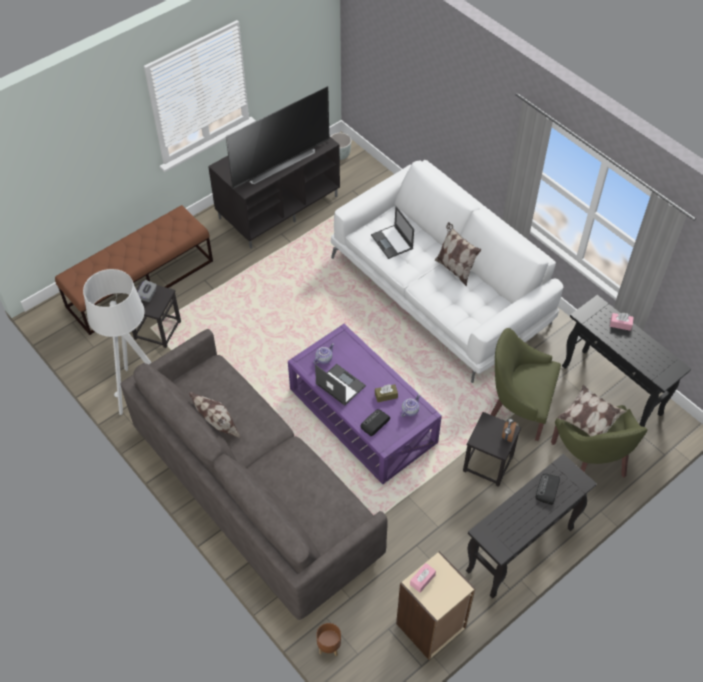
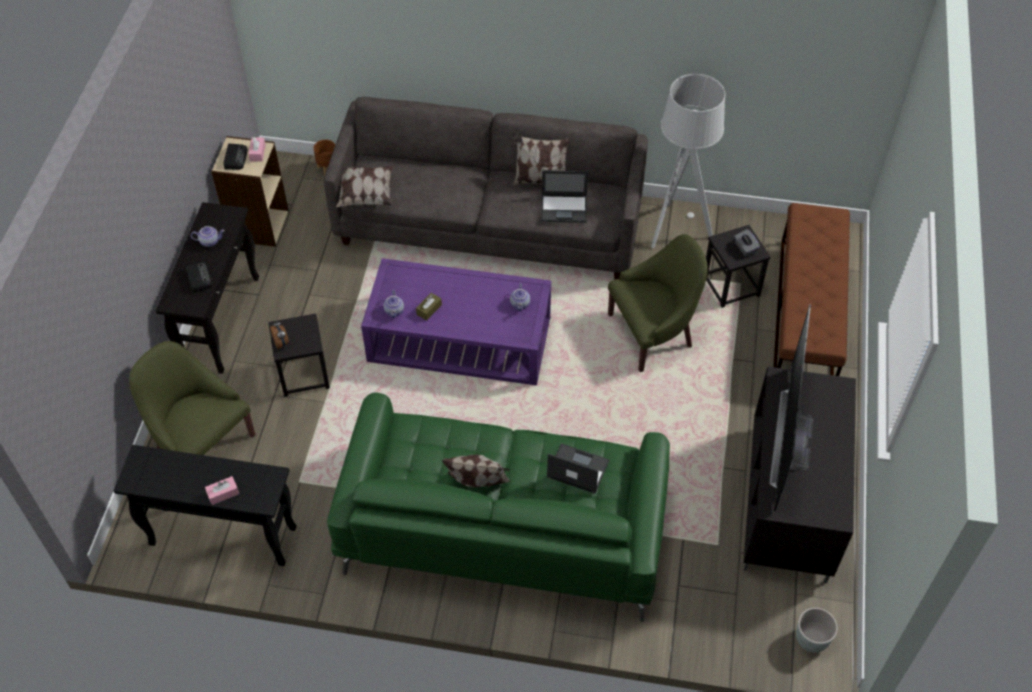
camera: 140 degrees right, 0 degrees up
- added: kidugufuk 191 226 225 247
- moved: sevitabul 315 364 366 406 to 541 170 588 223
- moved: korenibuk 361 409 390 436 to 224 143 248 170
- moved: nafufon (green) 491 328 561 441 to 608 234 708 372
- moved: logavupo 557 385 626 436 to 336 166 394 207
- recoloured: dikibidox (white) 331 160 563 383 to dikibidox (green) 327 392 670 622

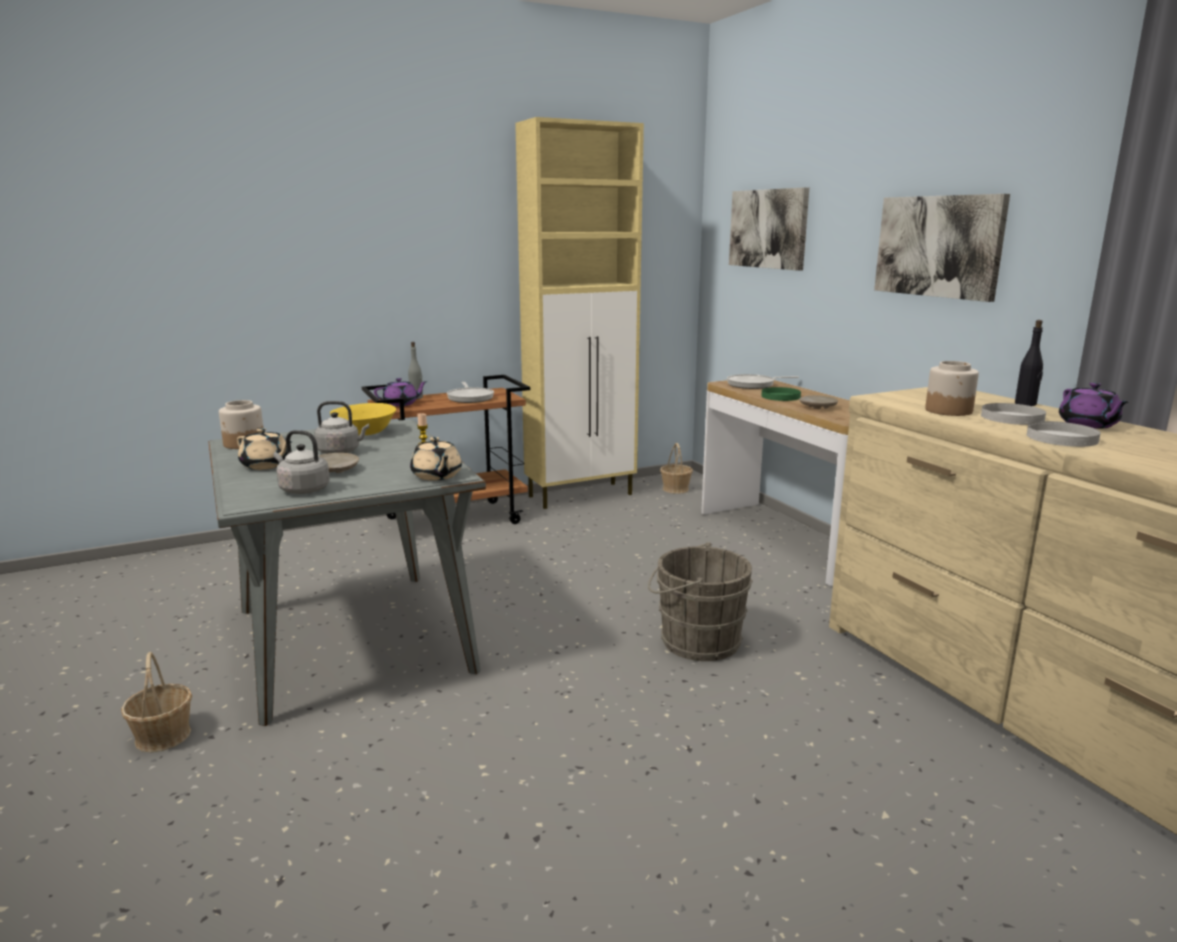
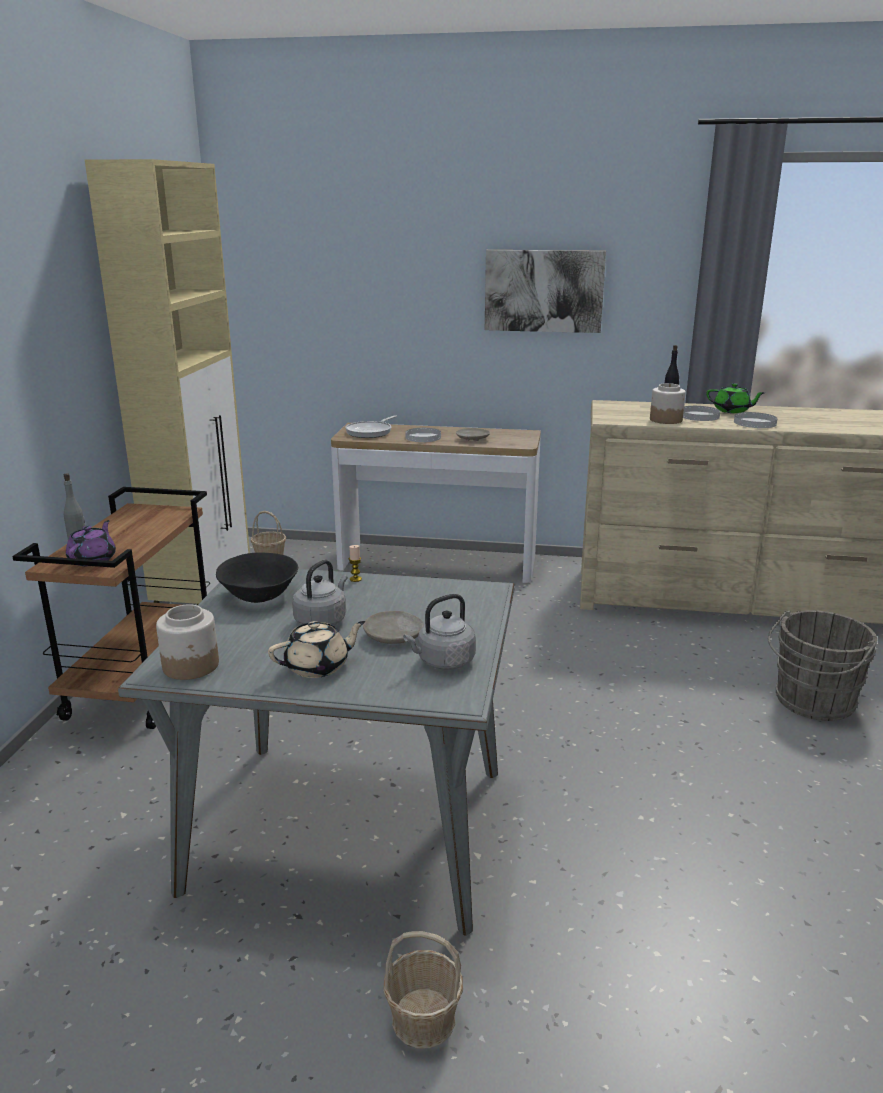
camera: 55 degrees left, 5 degrees up
- removed: kidugufuk (beige) 410 437 462 481
- removed: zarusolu 447 382 494 403
- removed: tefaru 729 187 809 271
- moved: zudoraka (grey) 648 542 753 661 to 768 610 877 721
- recoloured: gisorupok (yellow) 330 403 396 435 to gisorupok (black) 216 553 298 603
- recoloured: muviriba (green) 762 387 801 401 to muviriba (white) 405 428 441 442
- recoloured: kidugufuk (purple) 1059 383 1128 429 to kidugufuk (green) 706 383 765 413

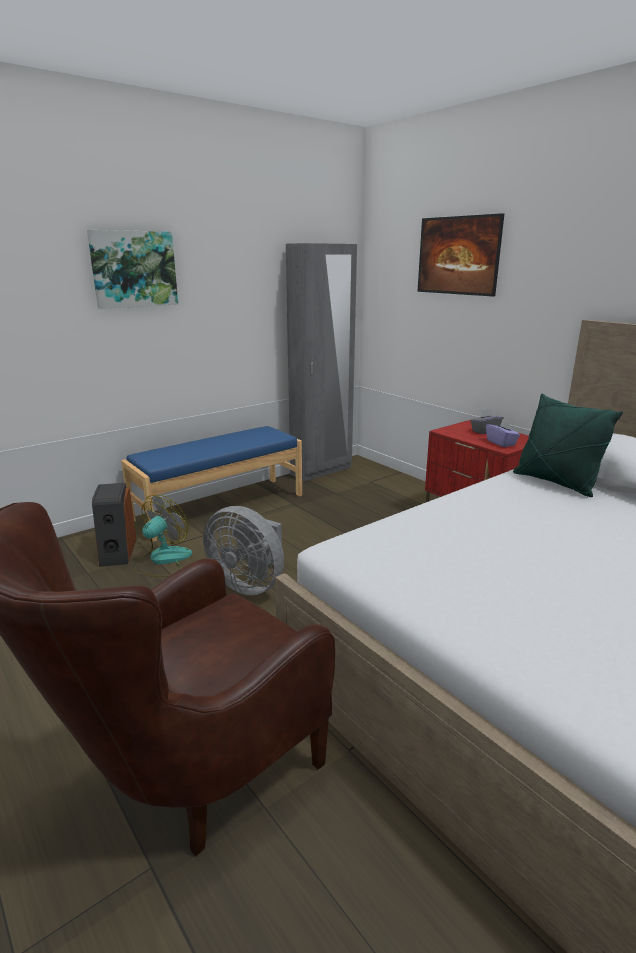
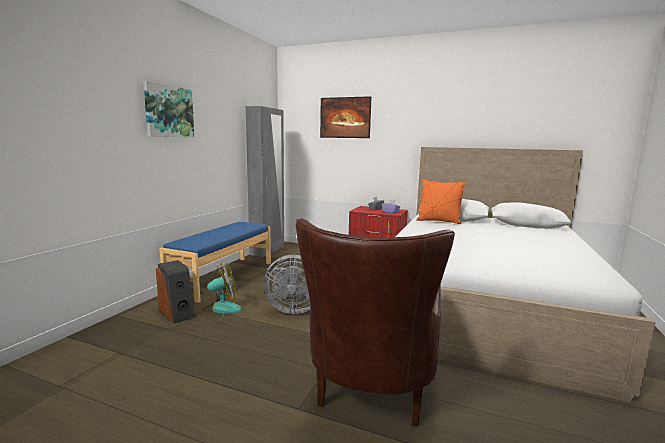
camera: 30 degrees left, 10 degrees down
- recoloured: logavupo (green) 513 393 623 497 to logavupo (orange) 416 179 466 224
- turned: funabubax 135 495 192 577 = 197 263 242 322 60 degrees clockwise

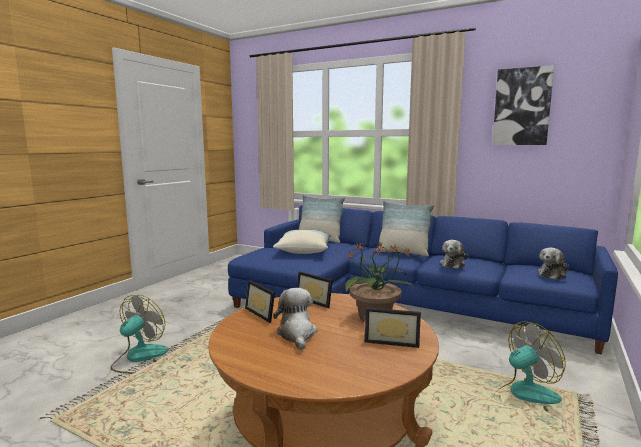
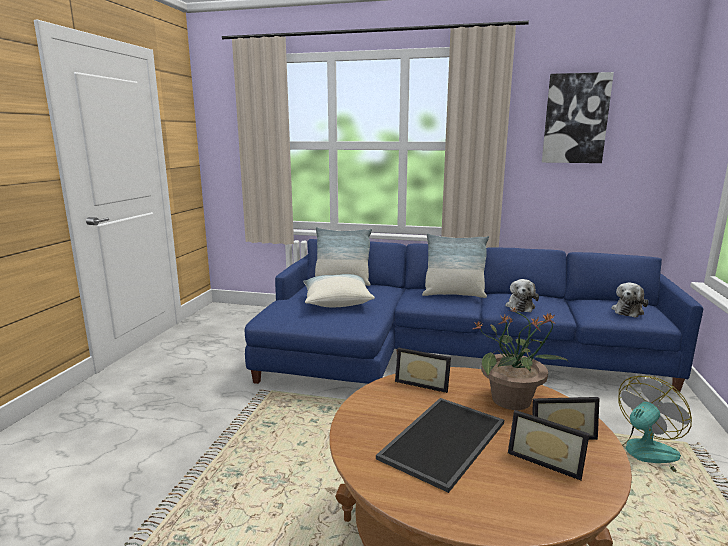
camera: 15 degrees left, 5 degrees up
- removed: funabubax 111 295 168 374
- moved: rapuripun 245 280 275 323 to 508 410 589 481
- replaced: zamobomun 273 288 318 350 to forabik 376 398 504 493

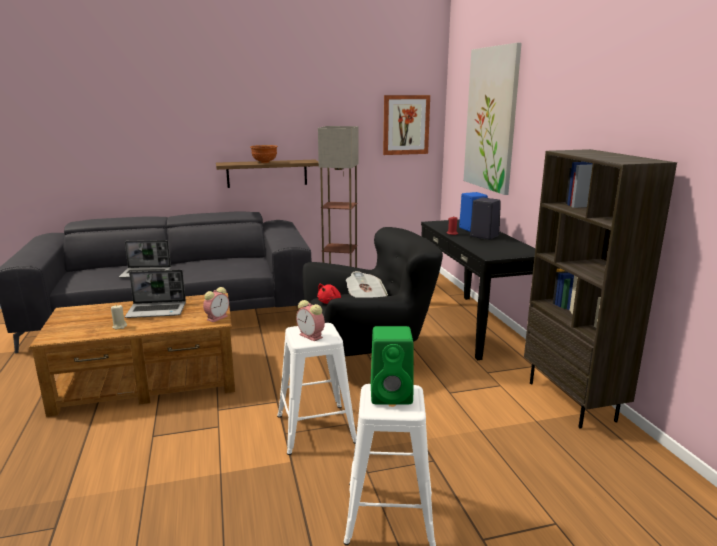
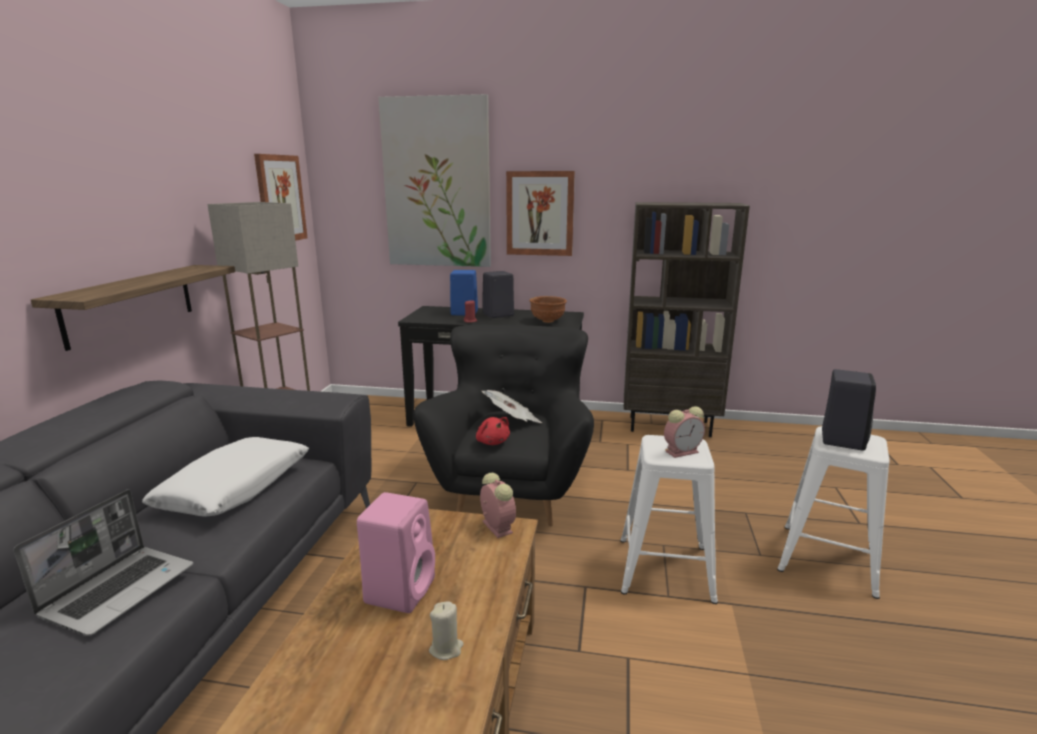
camera: 65 degrees left, 0 degrees up
- added: logavupo (white) 142 437 309 517
- added: tefaru 506 171 575 256
- moved: gisorupok (brown) 250 145 278 163 to 529 296 567 323
- replaced: sevitabul 125 270 186 318 to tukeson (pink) 357 492 435 613
- recoloured: tukeson (green) 371 326 414 405 to tukeson (black) 822 369 876 451

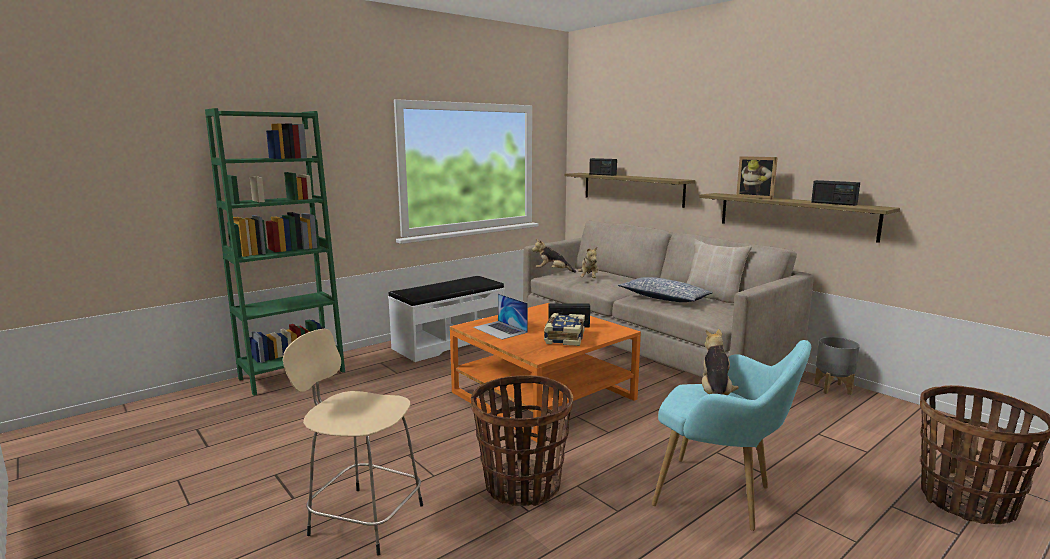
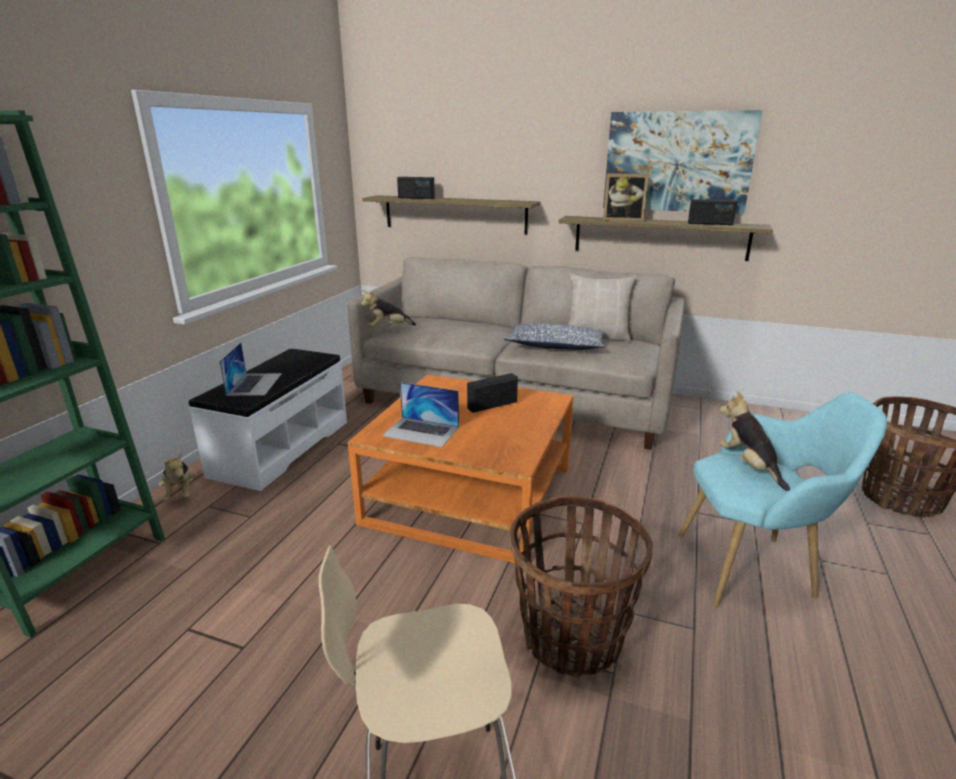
camera: 30 degrees left, 10 degrees up
- removed: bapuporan 544 313 585 346
- removed: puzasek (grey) 814 337 860 395
- added: sevitabul 220 342 282 396
- added: tefaru 603 110 763 214
- moved: zamobomun 578 246 598 278 to 159 453 193 501

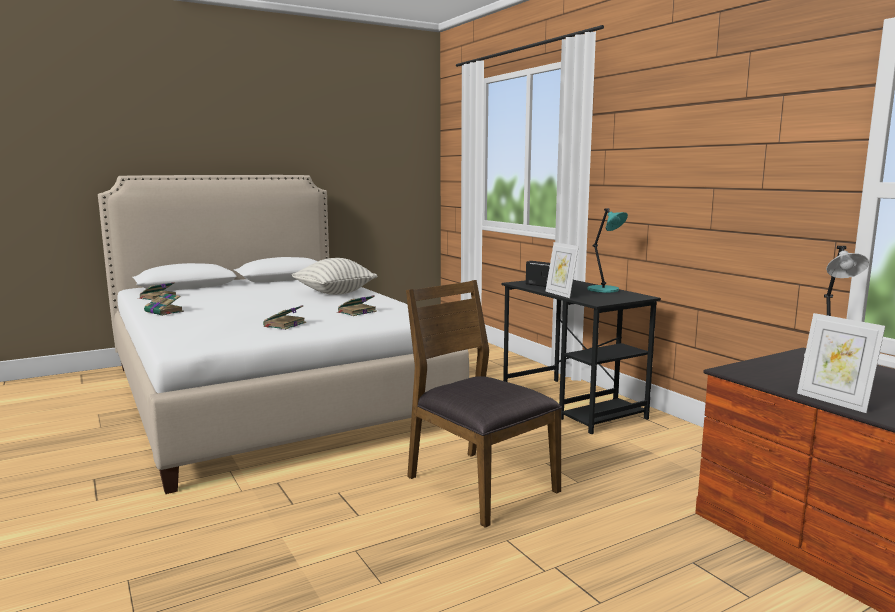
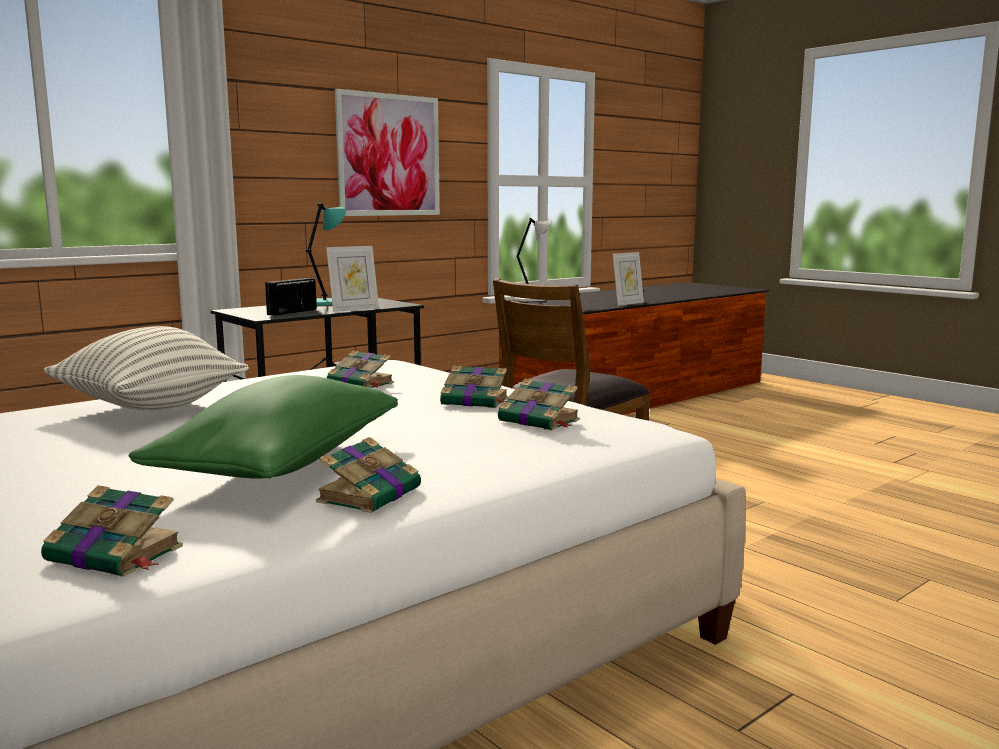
camera: 100 degrees left, 0 degrees up
- added: logavupo (green) 128 375 398 479
- added: tefaru 335 89 440 216
- added: bapuporan 498 379 580 430

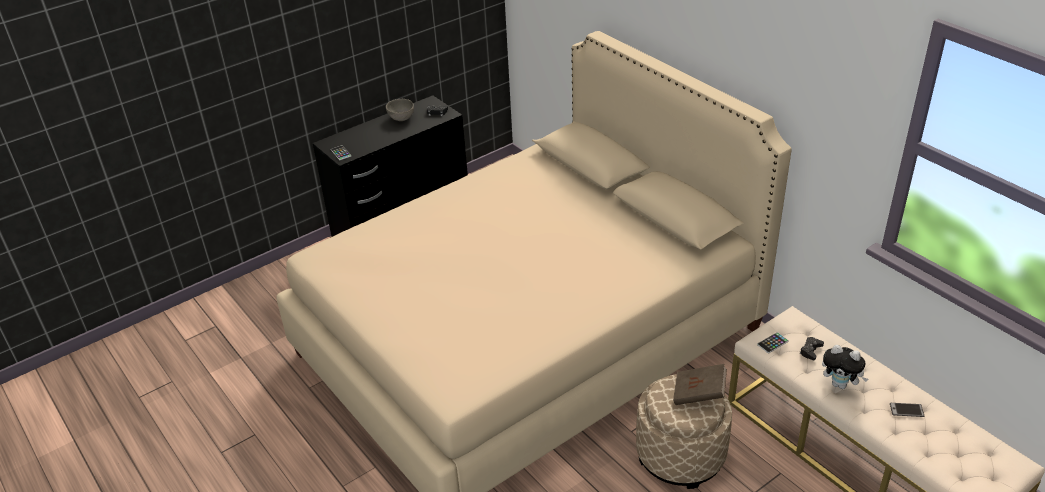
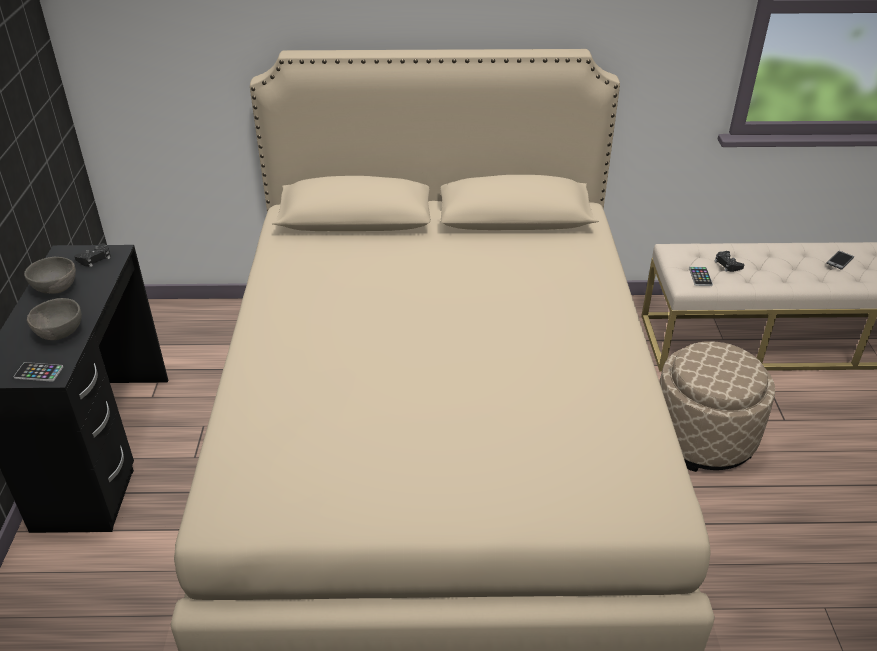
camera: 55 degrees left, 0 degrees up
- removed: bapuporan (brown) 673 364 727 405
- removed: zamobomun 822 345 868 389
- added: gisorupok (grey) 27 298 82 340

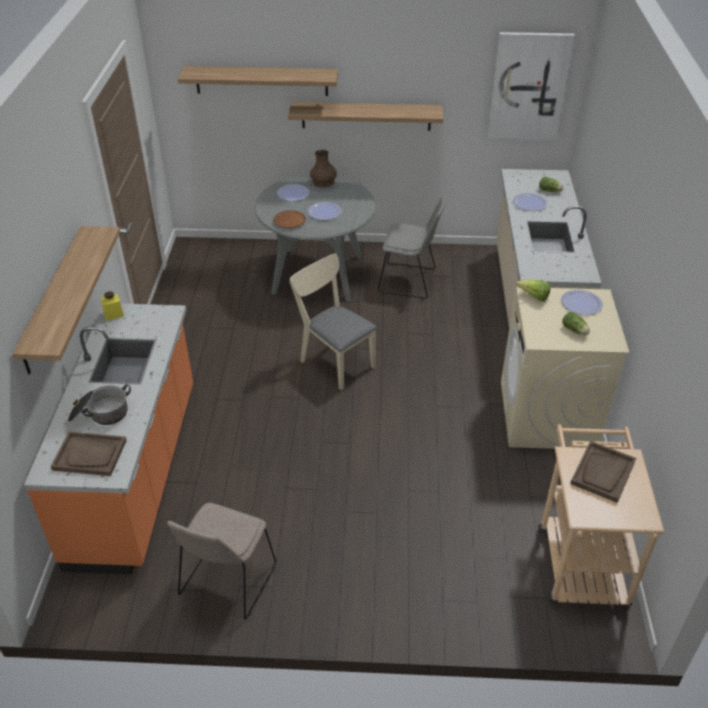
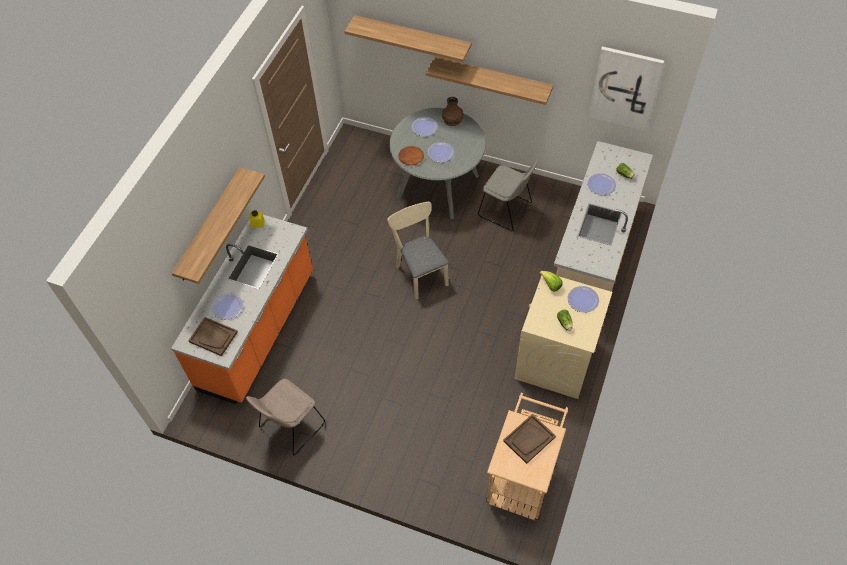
camera: 20 degrees right, 15 degrees up
- replaced: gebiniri 68 384 131 425 to muviriba 212 293 243 320

